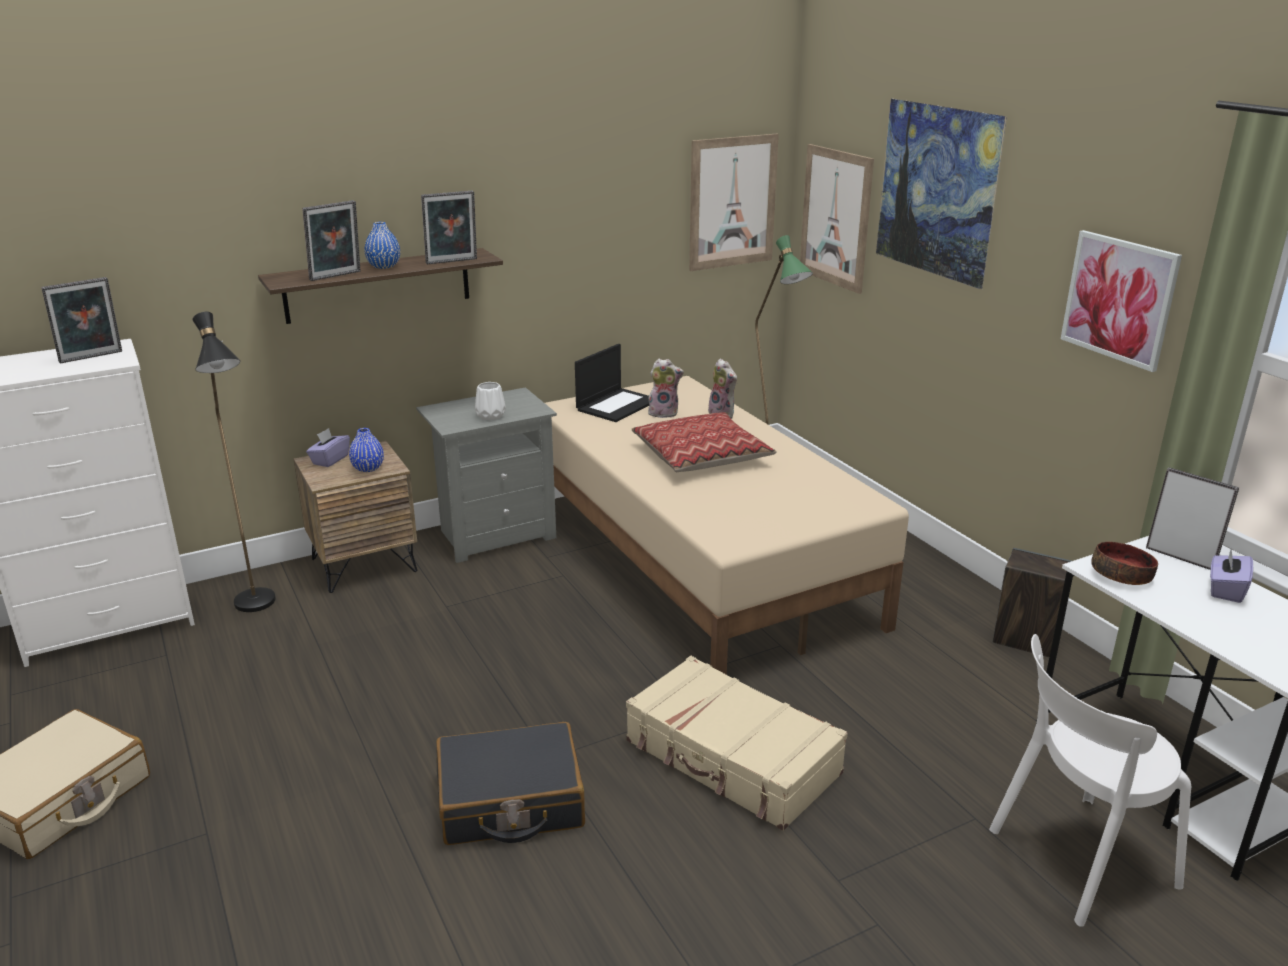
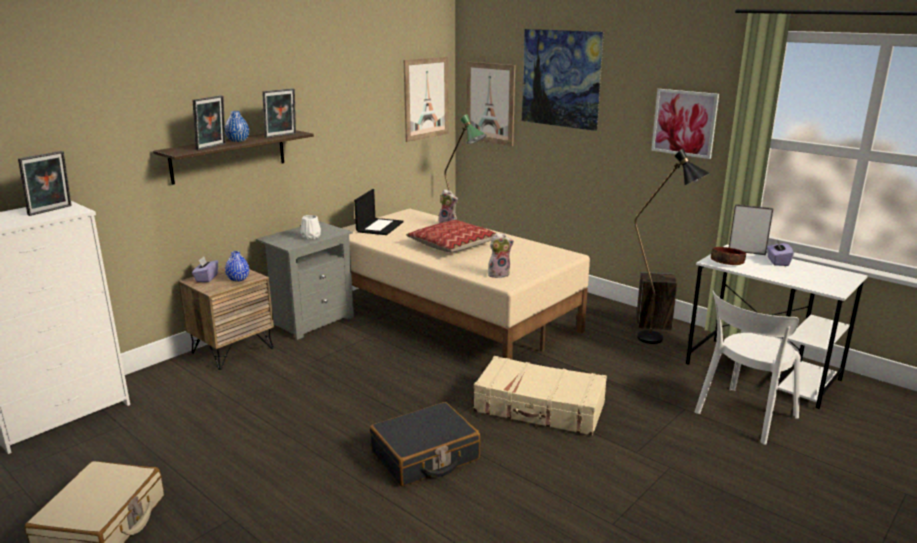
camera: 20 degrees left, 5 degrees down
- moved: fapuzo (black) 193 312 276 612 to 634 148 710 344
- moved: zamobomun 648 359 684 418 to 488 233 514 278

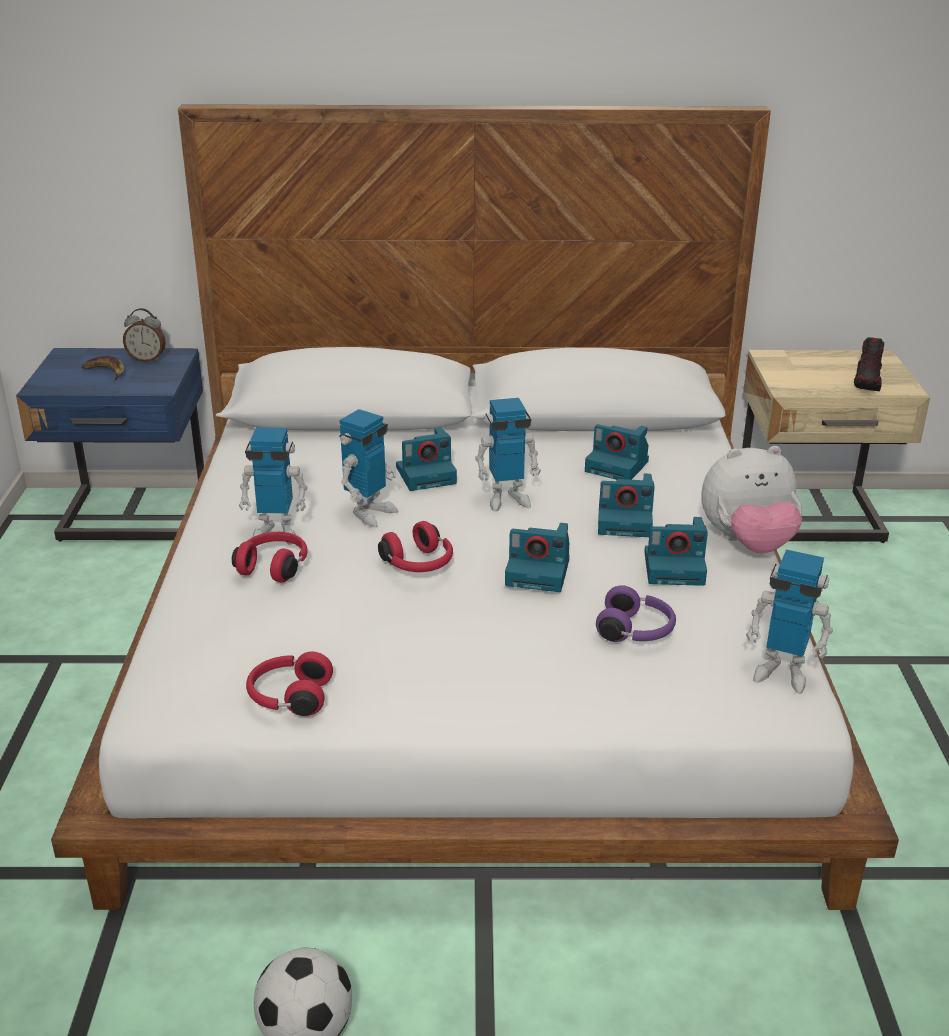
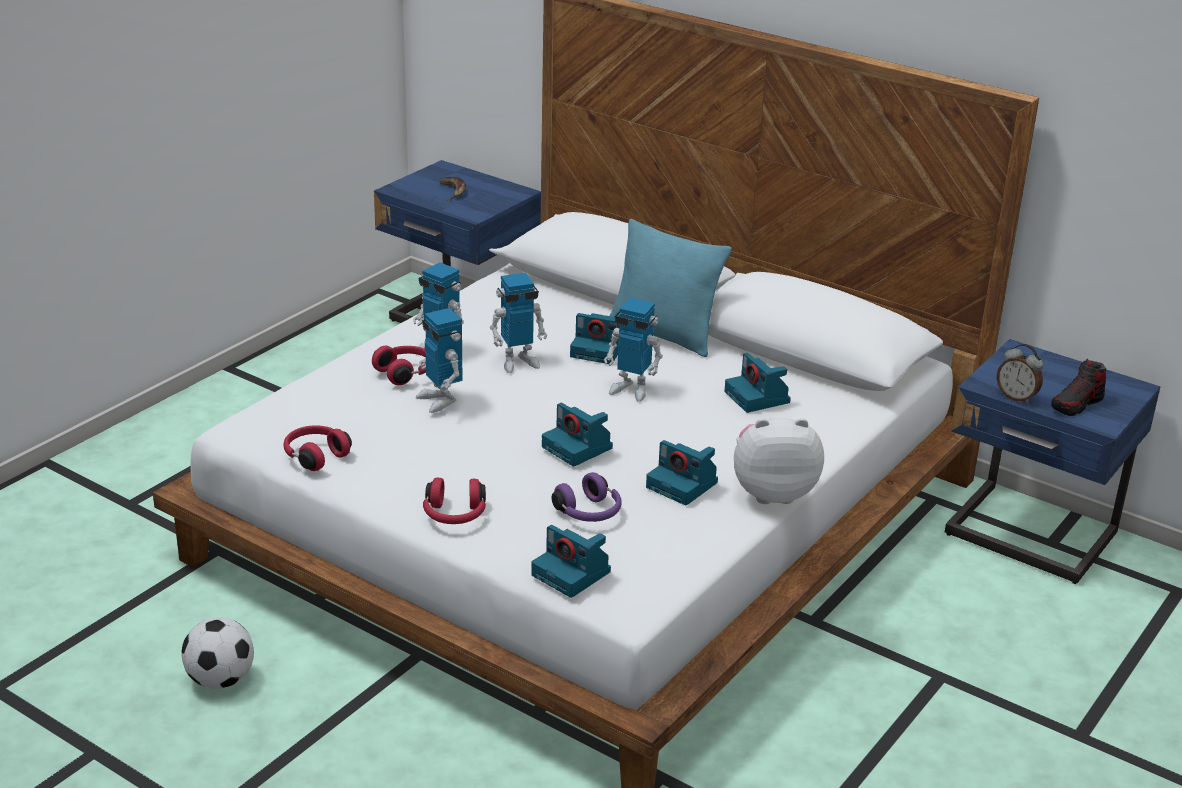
camera: 35 degrees right, 0 degrees up
- added: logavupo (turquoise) 610 219 732 357
- moved: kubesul 123 308 166 362 to 997 344 1043 404
- moved: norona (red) 378 521 453 572 to 423 478 486 524
- moved: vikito 598 473 655 537 to 531 525 611 598
- moved: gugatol 746 549 833 693 to 416 308 463 413
- recoloured: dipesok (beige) 742 350 930 543 to dipesok (blue) 945 339 1161 584
- turned: zamobomun 701 446 802 553 = 734 417 824 504 150 degrees clockwise

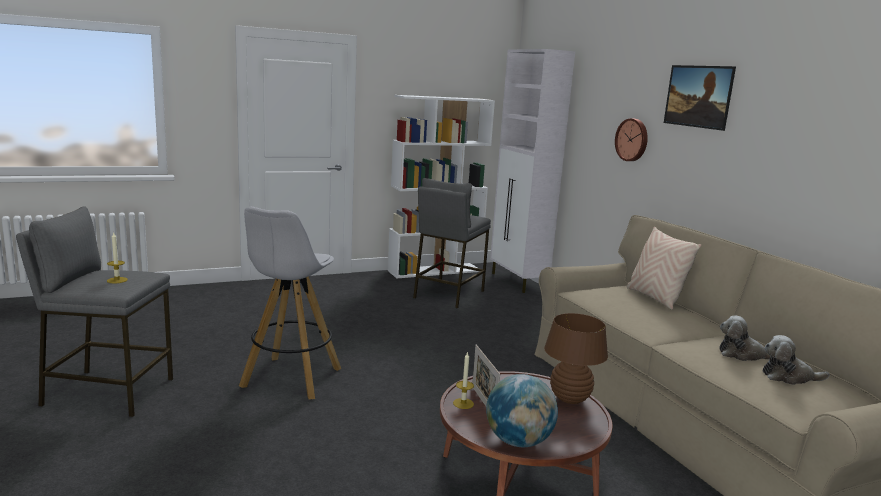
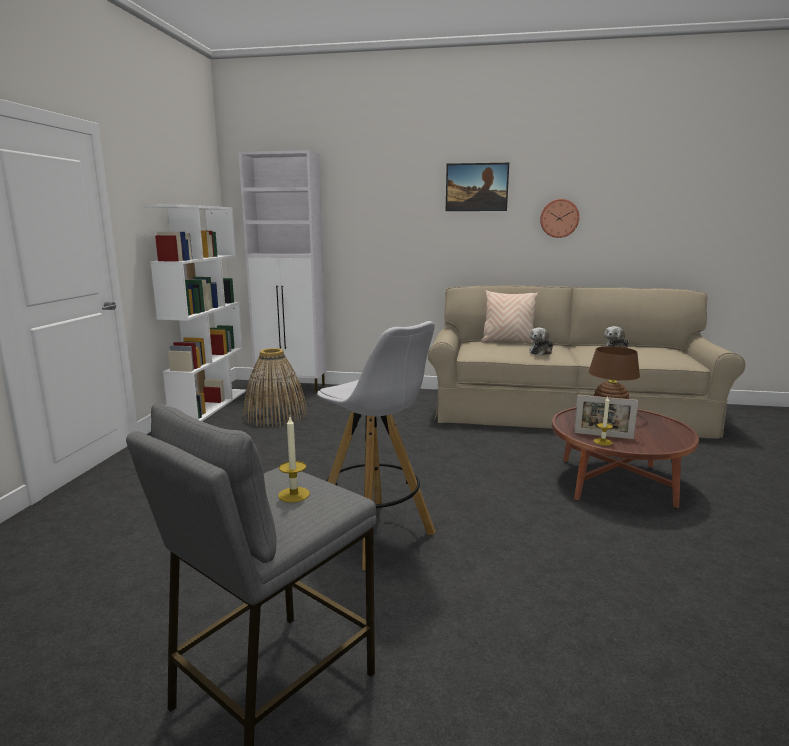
camera: 55 degrees left, 0 degrees up
- removed: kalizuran 486 374 558 447
- moved: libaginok 615 118 648 161 to 540 199 579 238
- moved: zamobomun 763 335 829 385 to 529 327 553 355
- replaced: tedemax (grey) 413 178 491 308 to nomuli 243 348 308 427

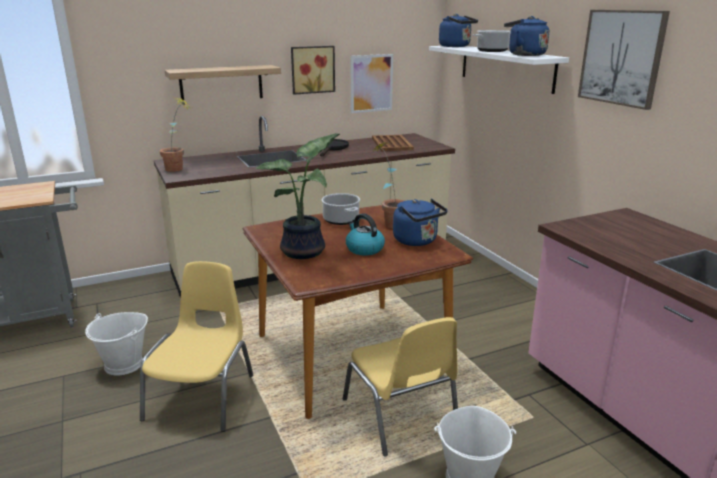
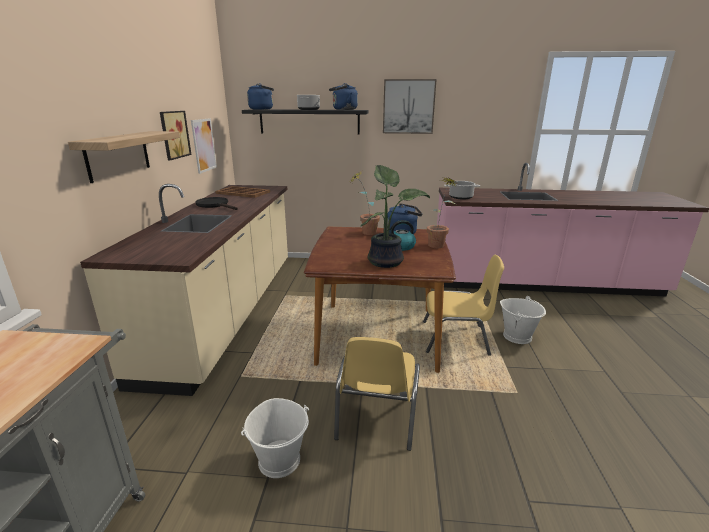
camera: 60 degrees left, 0 degrees up
- moved: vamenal 160 98 191 172 to 427 177 459 248
- moved: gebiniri 321 193 360 225 to 444 181 480 199
- recoloured: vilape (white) 429 46 569 94 to vilape (black) 242 109 369 135
- turned: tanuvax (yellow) 140 261 253 432 = 334 337 420 451 120 degrees counterclockwise

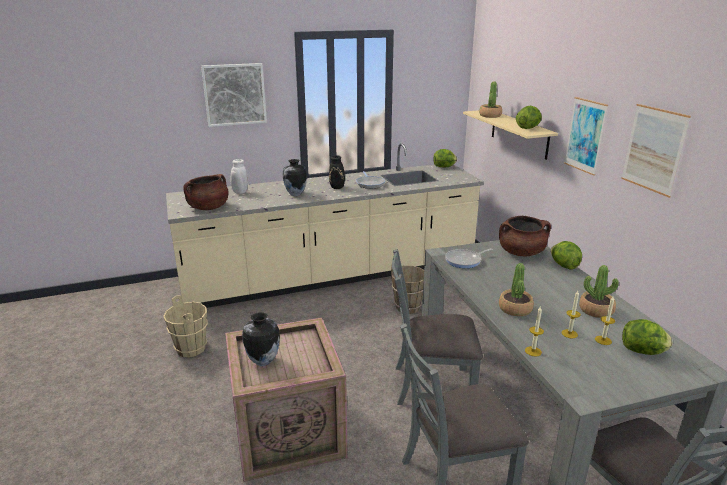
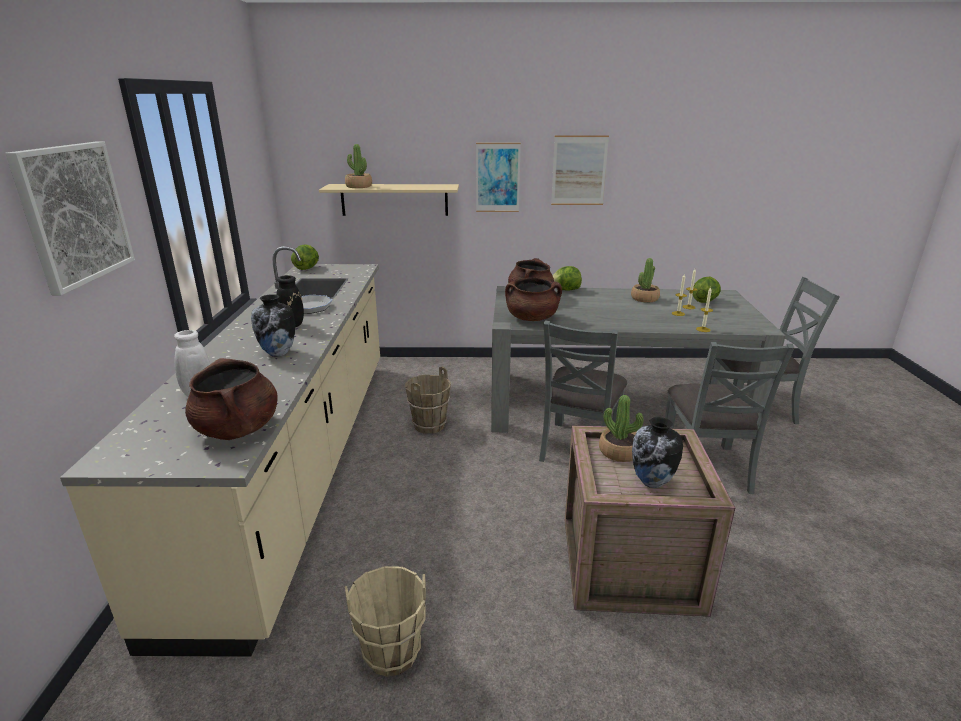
camera: 70 degrees left, 0 degrees up
- removed: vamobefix 516 106 542 129
- moved: vamenal 499 263 534 316 to 599 395 644 462
- replaced: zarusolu 445 249 493 268 to gebiniri (brown) 505 277 562 321

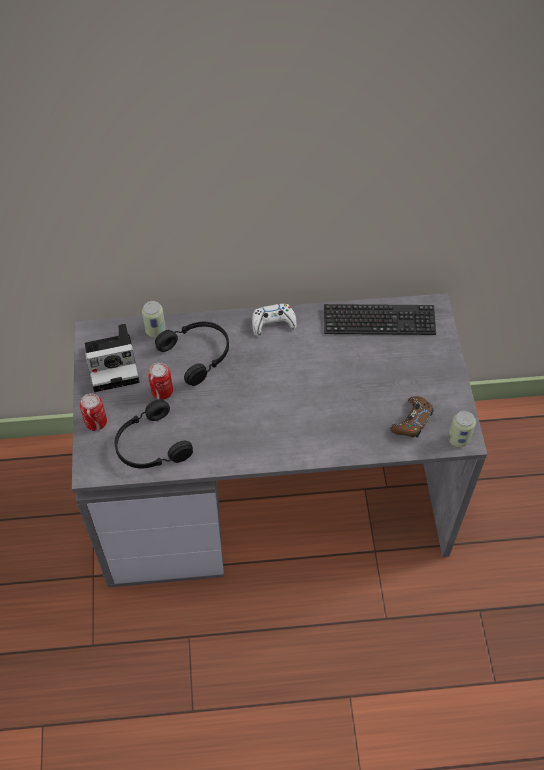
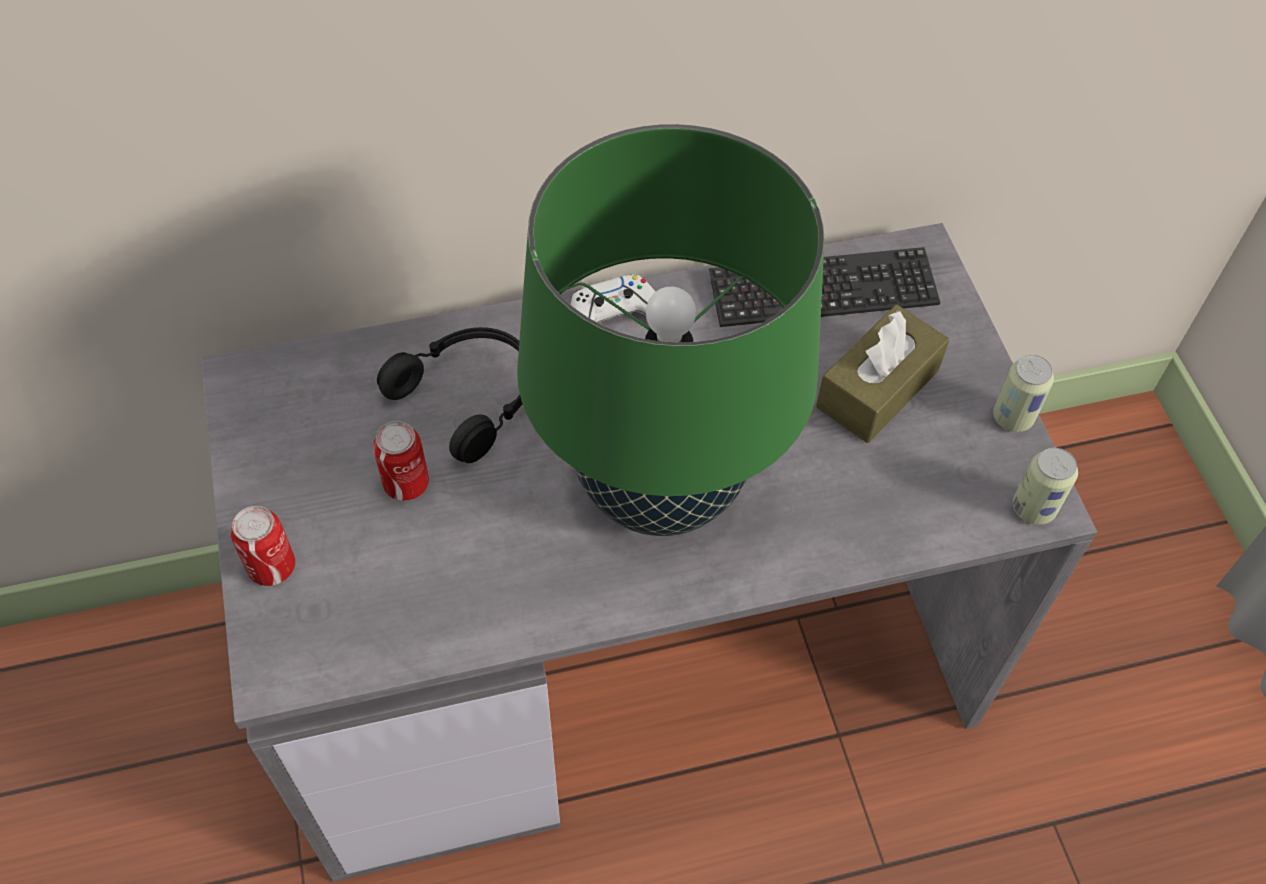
camera: 10 degrees left, 0 degrees up
- removed: vikito 85 324 140 392
- removed: norona (black) 115 399 193 468
- removed: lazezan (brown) 391 396 434 438
- added: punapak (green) 517 124 825 536
- added: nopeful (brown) 816 305 949 443
- moved: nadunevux 142 301 166 337 to 993 355 1054 432

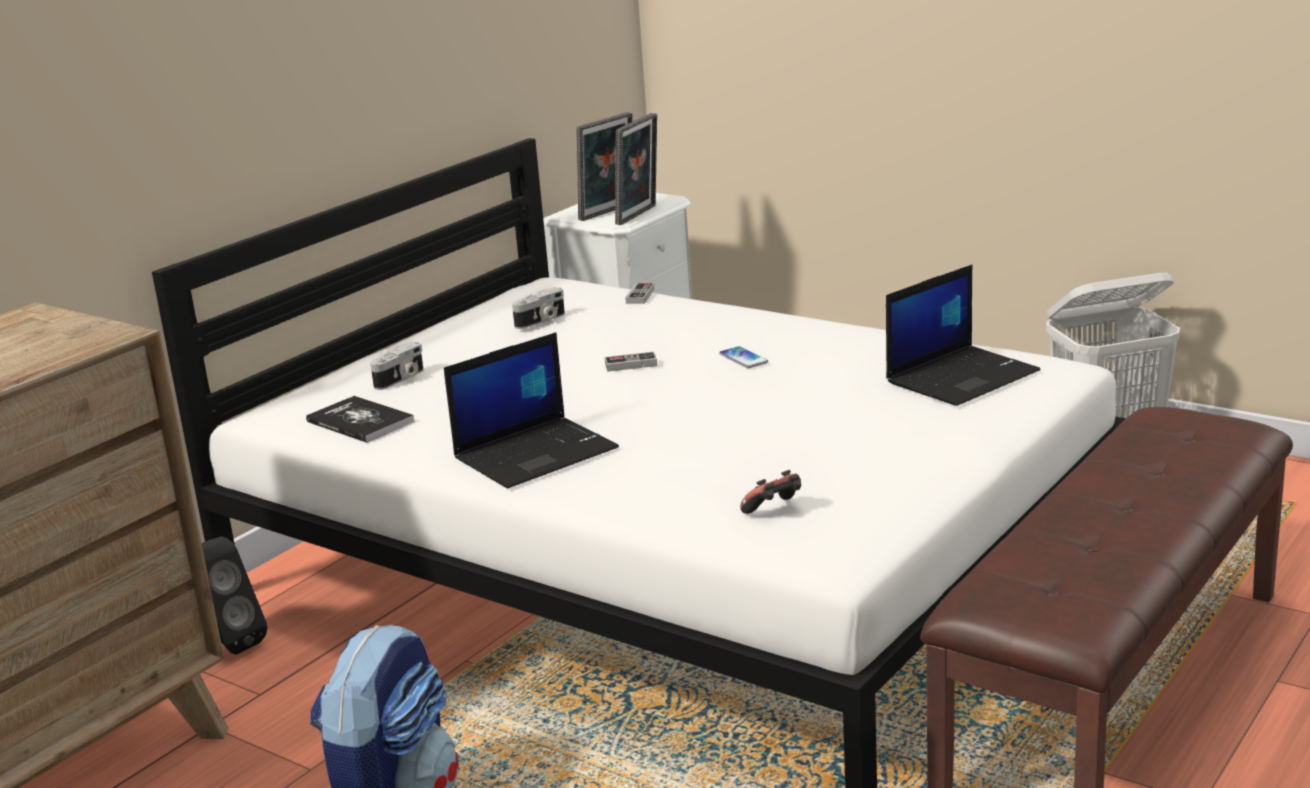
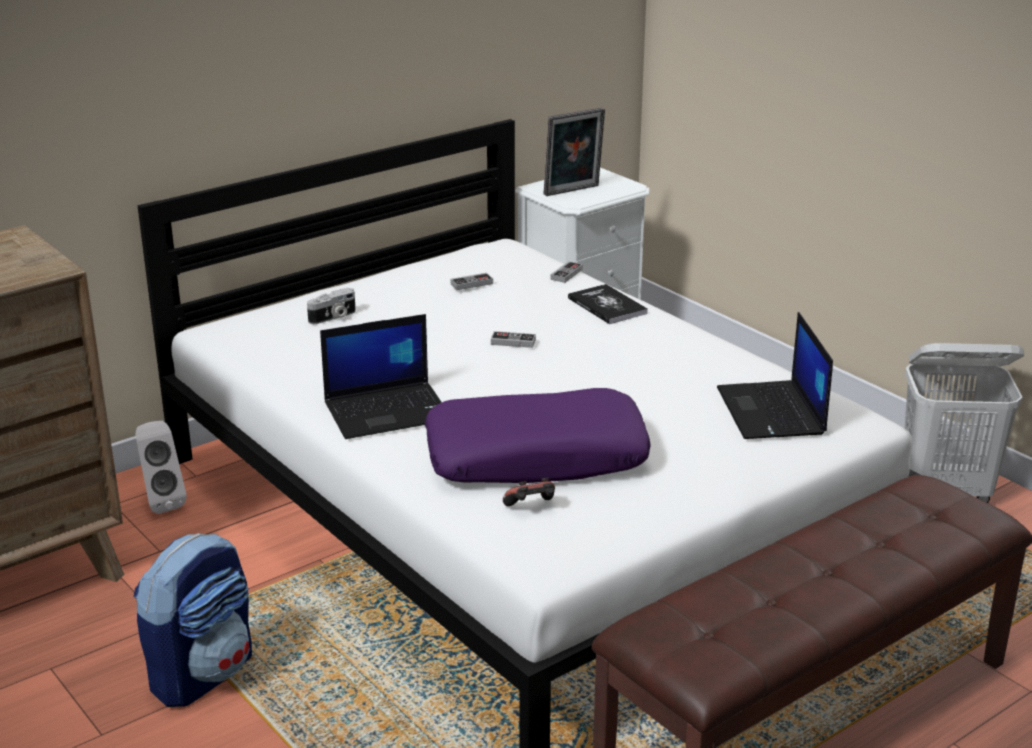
camera: 15 degrees right, 5 degrees up
- removed: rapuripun 615 113 657 225
- removed: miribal 719 346 768 368
- added: logavupo (purple) 425 388 651 483
- moved: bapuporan 306 396 415 443 to 568 284 648 324
- replaced: vikito 512 287 565 329 to lazezan 451 273 493 290
- recoloured: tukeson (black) 202 536 267 654 to tukeson (white) 136 421 187 514
- turned: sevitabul 886 265 1040 406 = 717 312 833 439 105 degrees clockwise

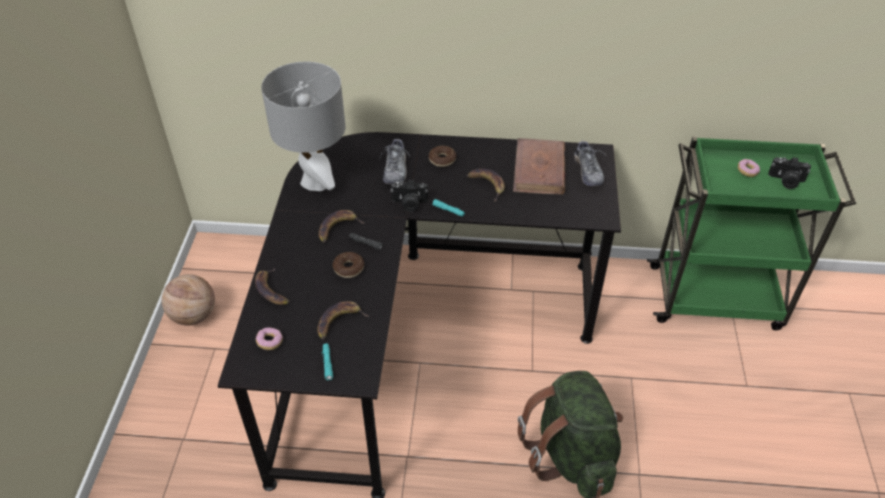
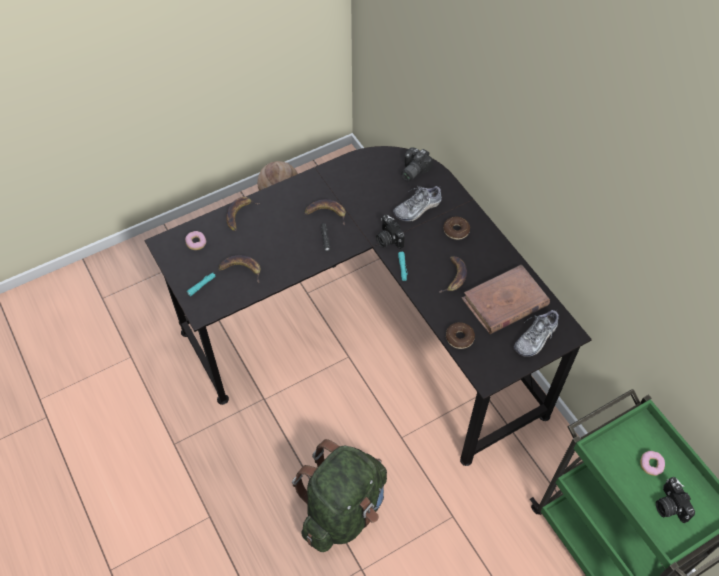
camera: 55 degrees right, 10 degrees up
- removed: punapak (grey) 261 62 346 191
- added: vikito 401 147 433 181
- moved: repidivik 333 252 364 278 to 446 322 475 349

